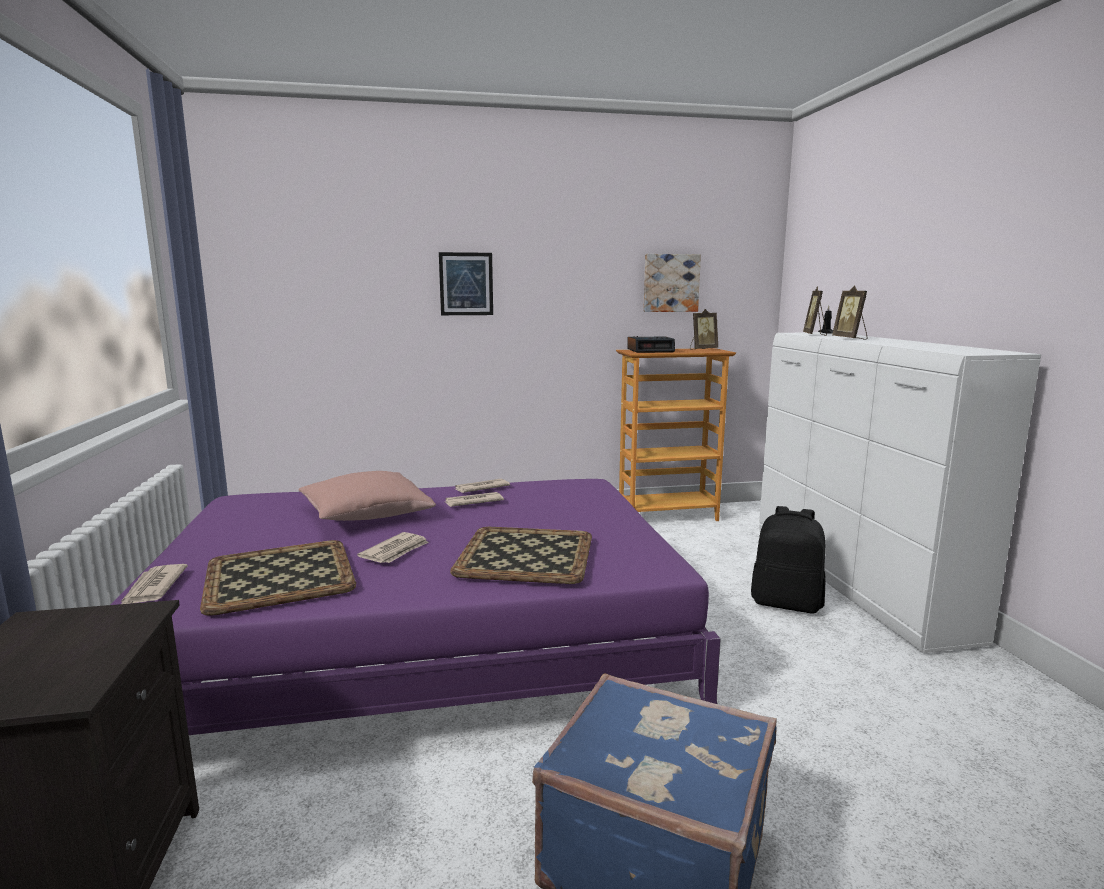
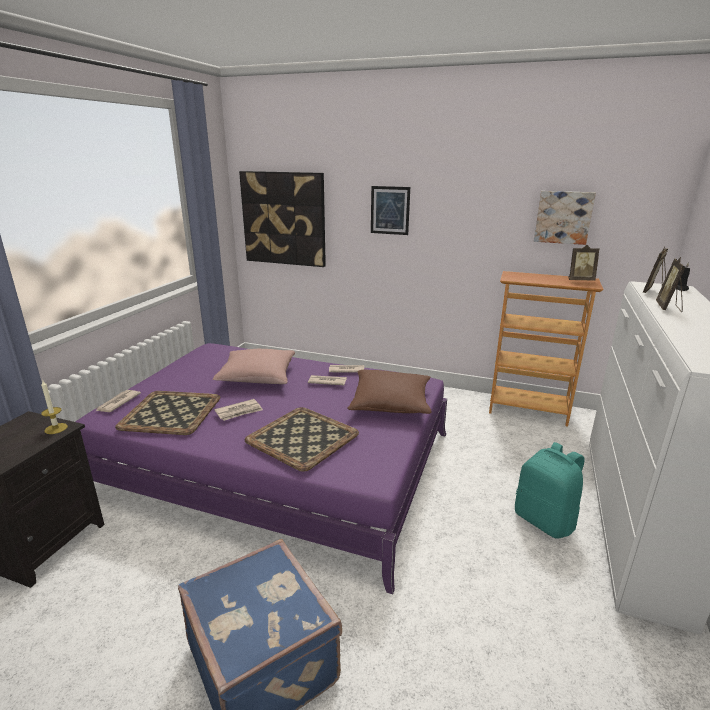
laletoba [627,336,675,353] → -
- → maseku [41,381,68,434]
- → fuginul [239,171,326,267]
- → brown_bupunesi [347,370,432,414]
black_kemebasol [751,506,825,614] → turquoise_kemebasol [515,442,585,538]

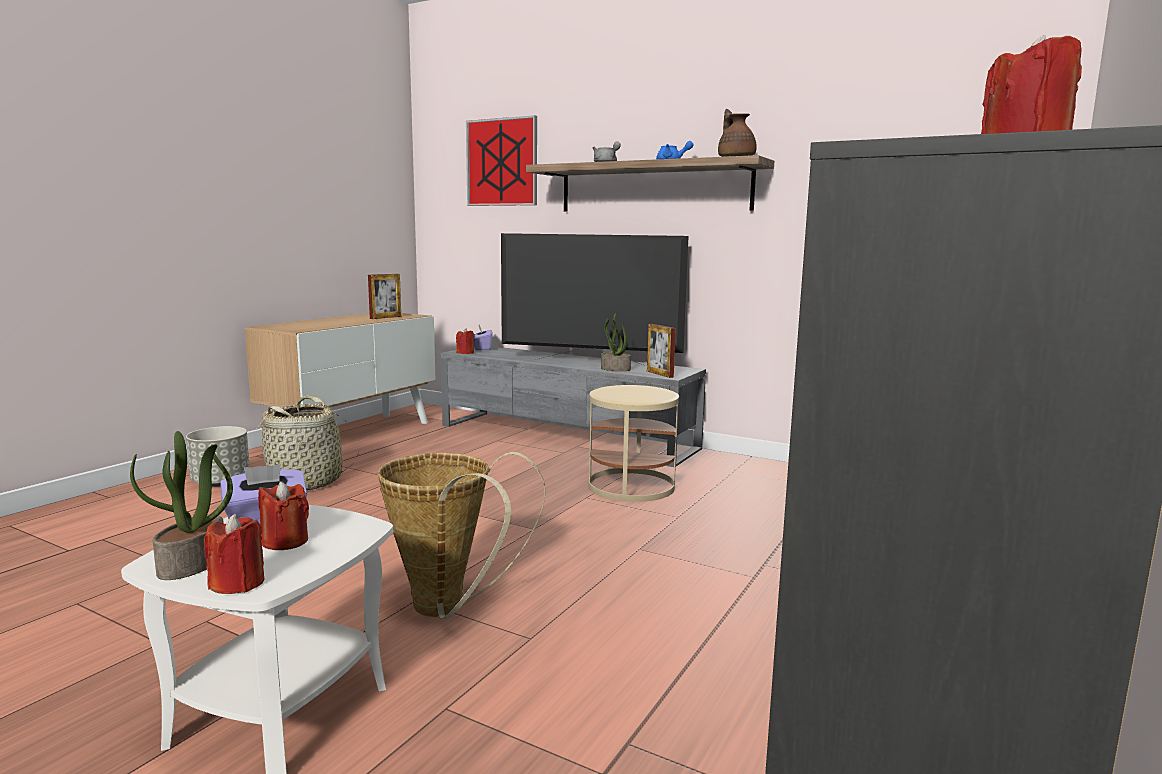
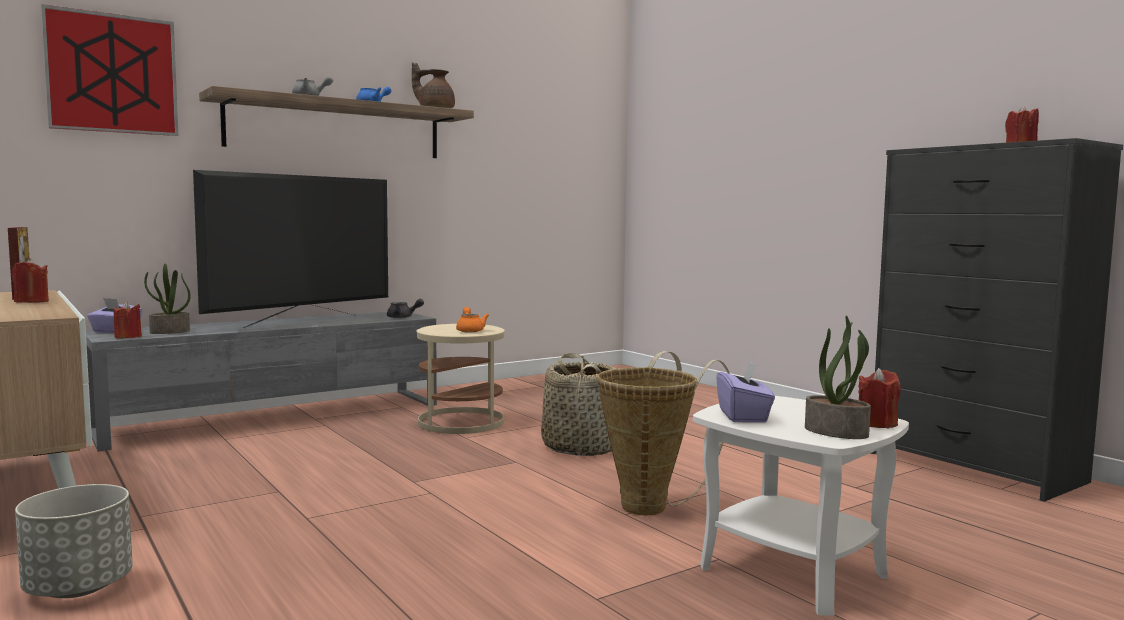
- → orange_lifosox [456,307,489,333]
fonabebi [256,395,359,490] → fonabebi [541,353,616,456], moved
red_maseku [258,481,309,550] → red_maseku [12,258,49,303], moved
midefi [601,313,631,371] → midefi [144,263,191,334], moved
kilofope [647,324,676,378] → grey_lifosox [387,299,424,319]

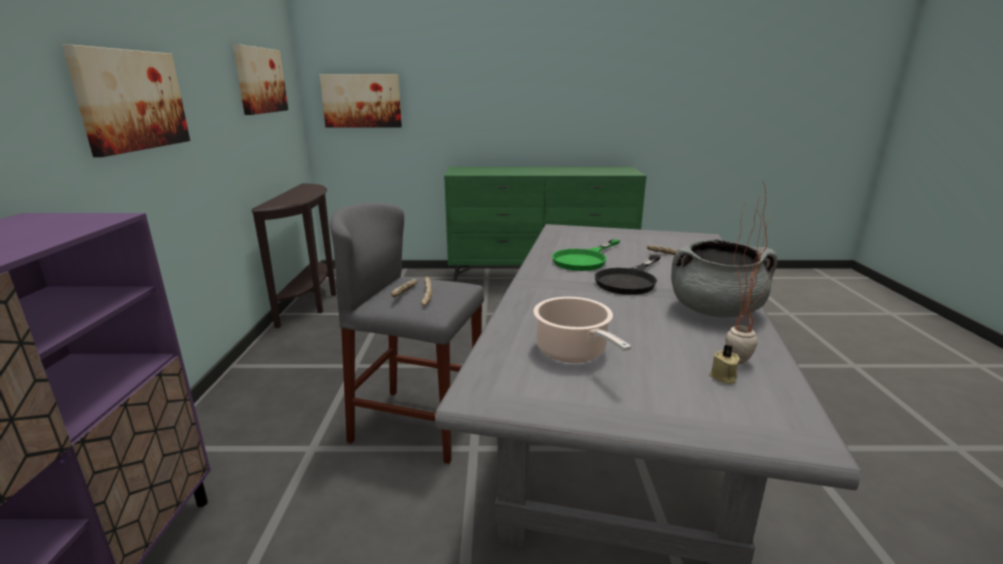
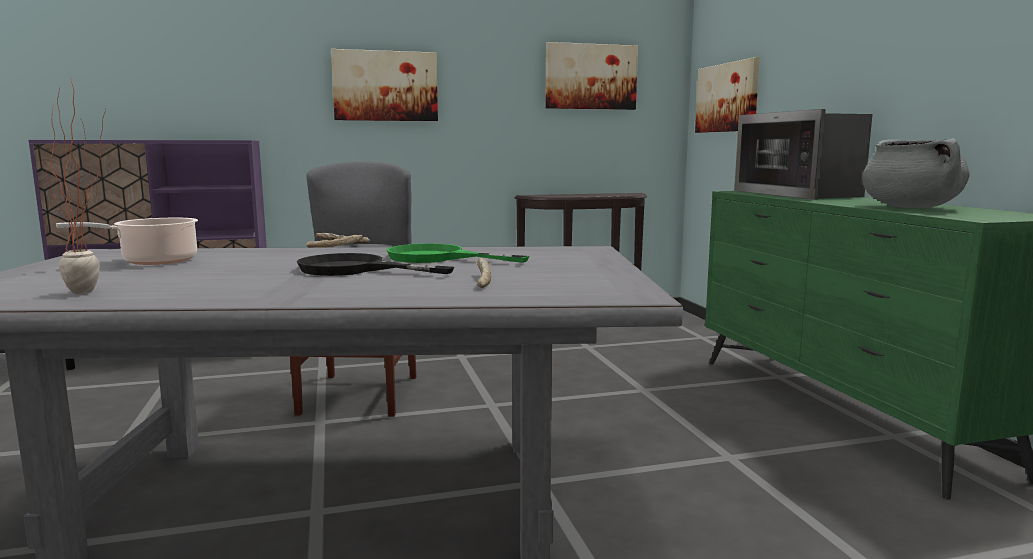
beige_maseku [709,345,740,384] → -
- → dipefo [734,109,872,200]
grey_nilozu [671,239,777,318] → grey_nilozu [862,138,970,208], moved

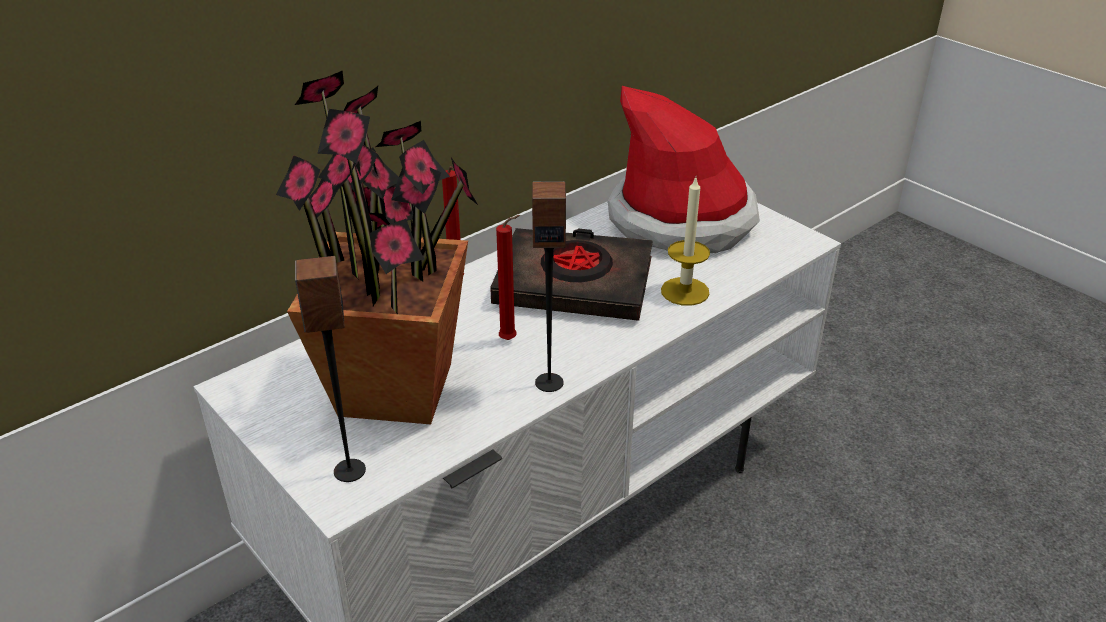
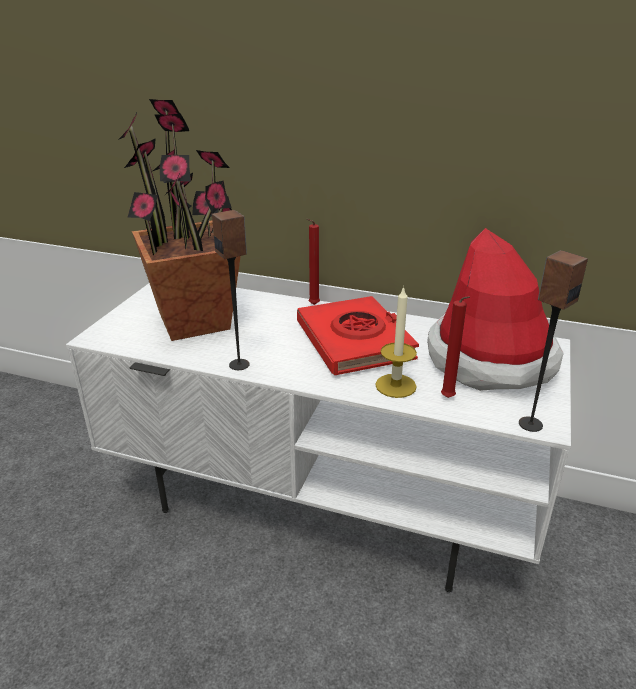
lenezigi [295,256,366,482] → lenezigi [519,250,588,432], moved
red_maseku [496,215,520,340] → red_maseku [441,296,470,398], moved
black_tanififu [490,228,652,321] → red_tanififu [297,296,419,375]

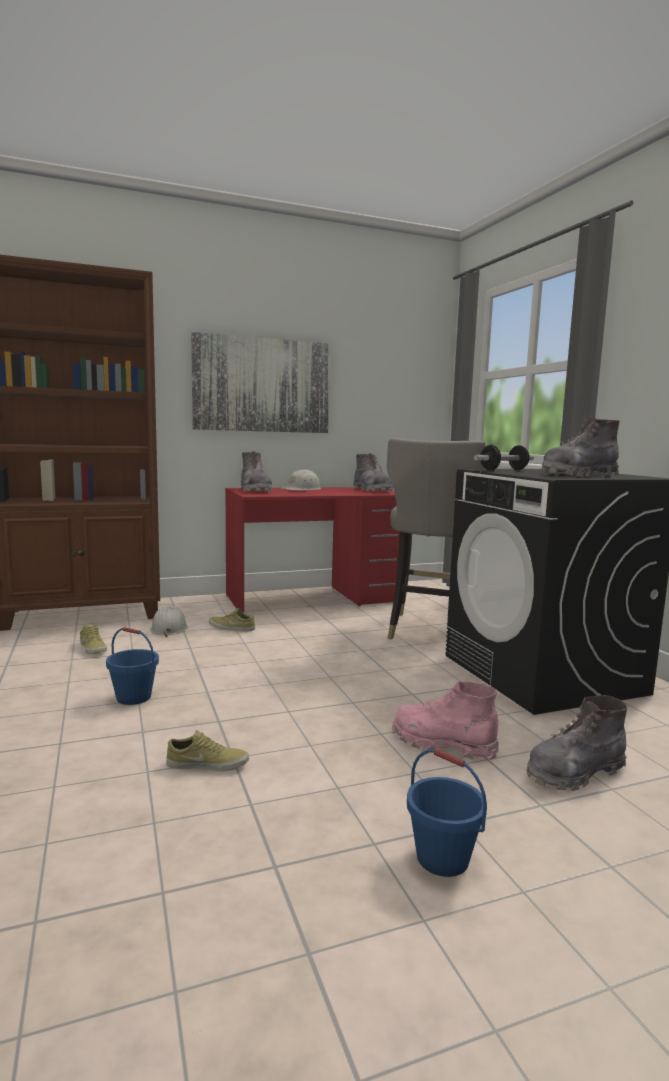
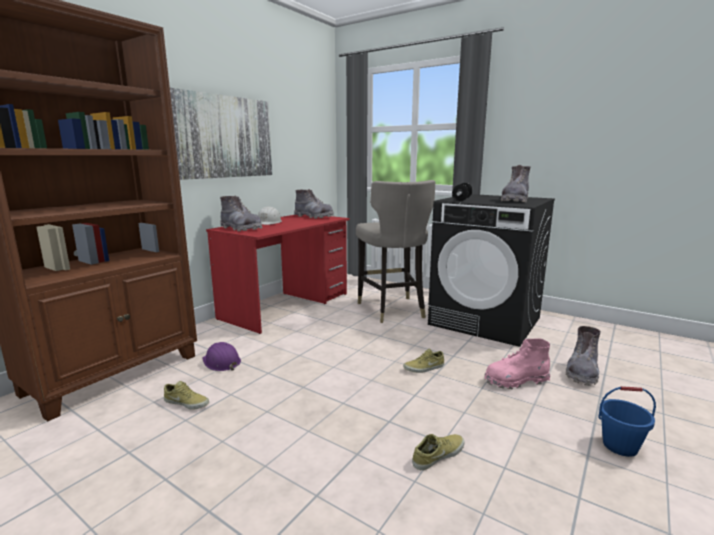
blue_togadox [106,627,159,705] → -
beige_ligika [209,608,255,631] → beige_ligika [403,348,444,373], moved
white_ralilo [150,606,188,637] → purple_ralilo [202,342,241,371]

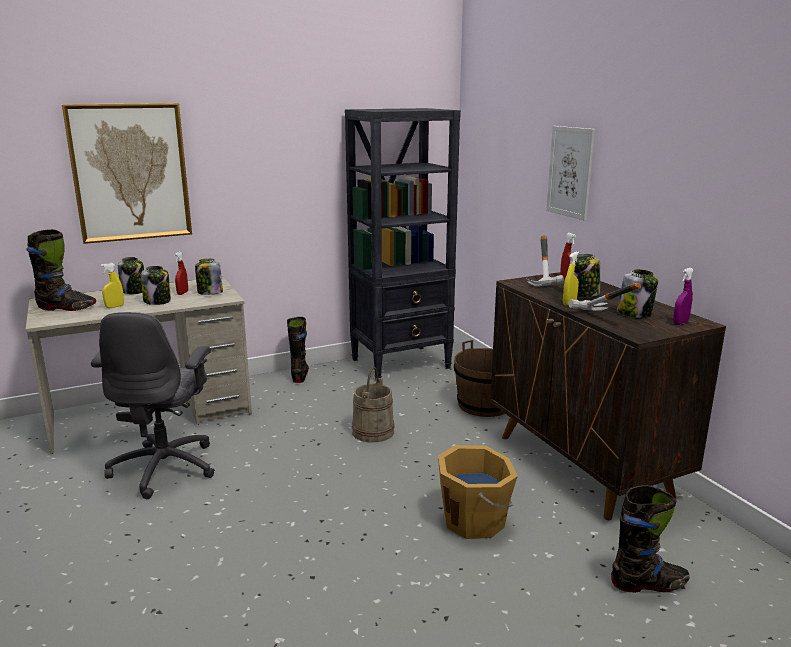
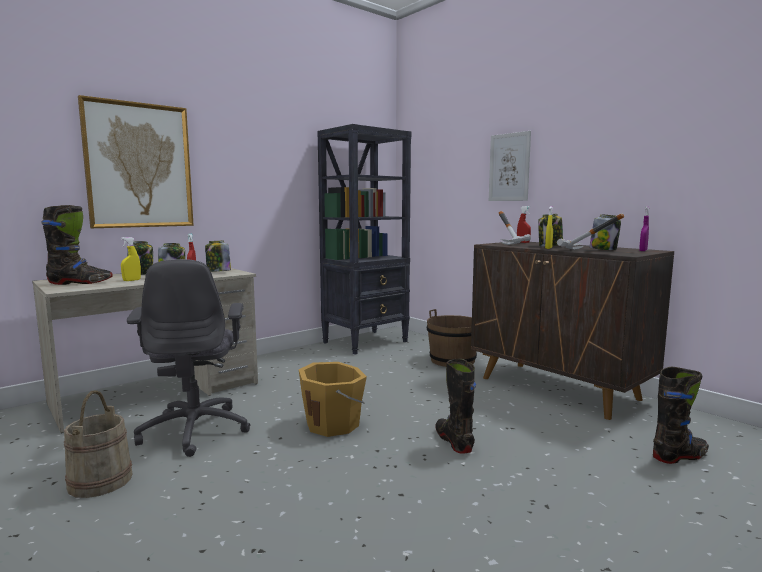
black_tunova [287,317,309,383] → black_tunova [435,358,476,454], moved
beige_togadox [352,367,395,443] → beige_togadox [64,390,133,498], moved
orange_togadox [438,445,518,539] → orange_togadox [299,362,367,437], moved

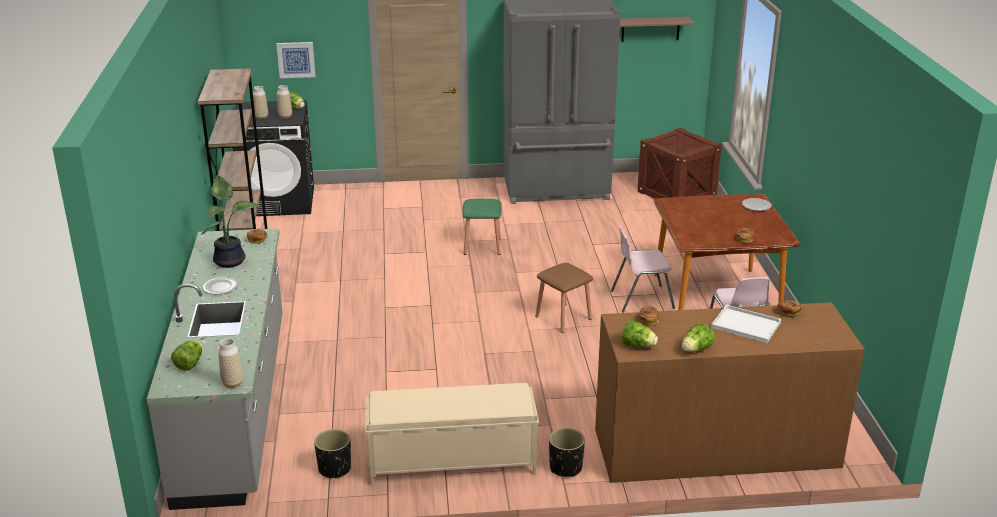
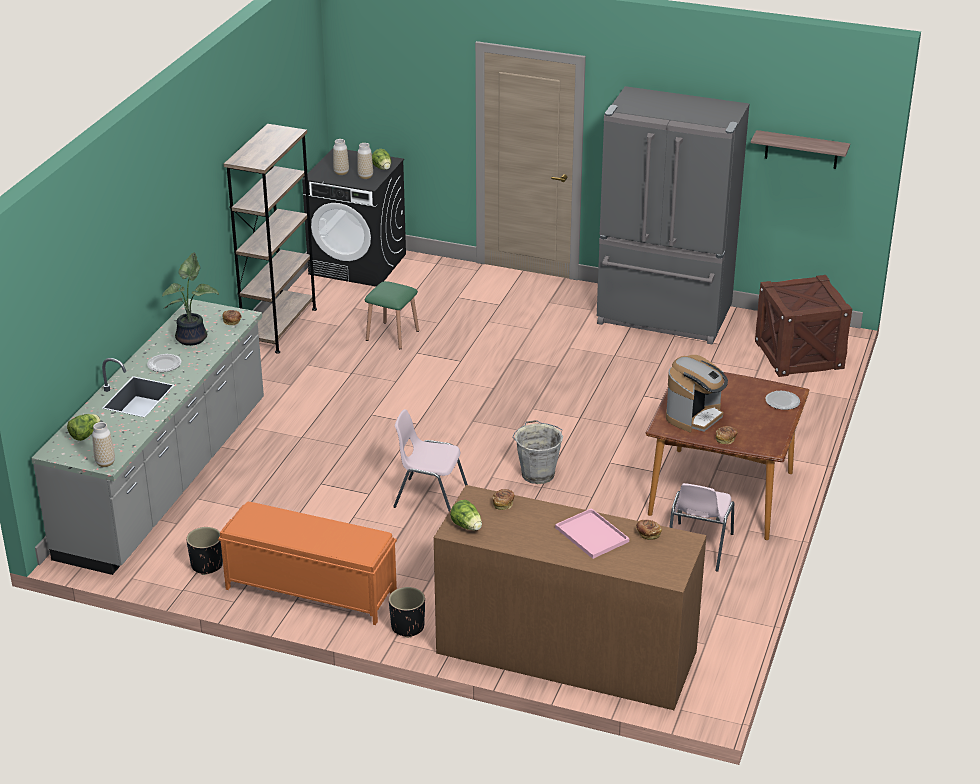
fuginul [276,42,316,78] → -
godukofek [682,324,715,352] → -
- → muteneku [666,355,728,432]
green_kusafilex [463,199,502,255] → green_kusafilex [365,281,419,349], moved
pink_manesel [611,225,675,313] → pink_manesel [393,409,468,511], moved
brown_kusafilex [535,263,593,333] → grey_togadox [512,420,563,484]
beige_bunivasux [365,383,539,485] → orange_bunivasux [218,502,397,625]
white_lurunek [711,305,781,343] → pink_lurunek [555,508,629,559]

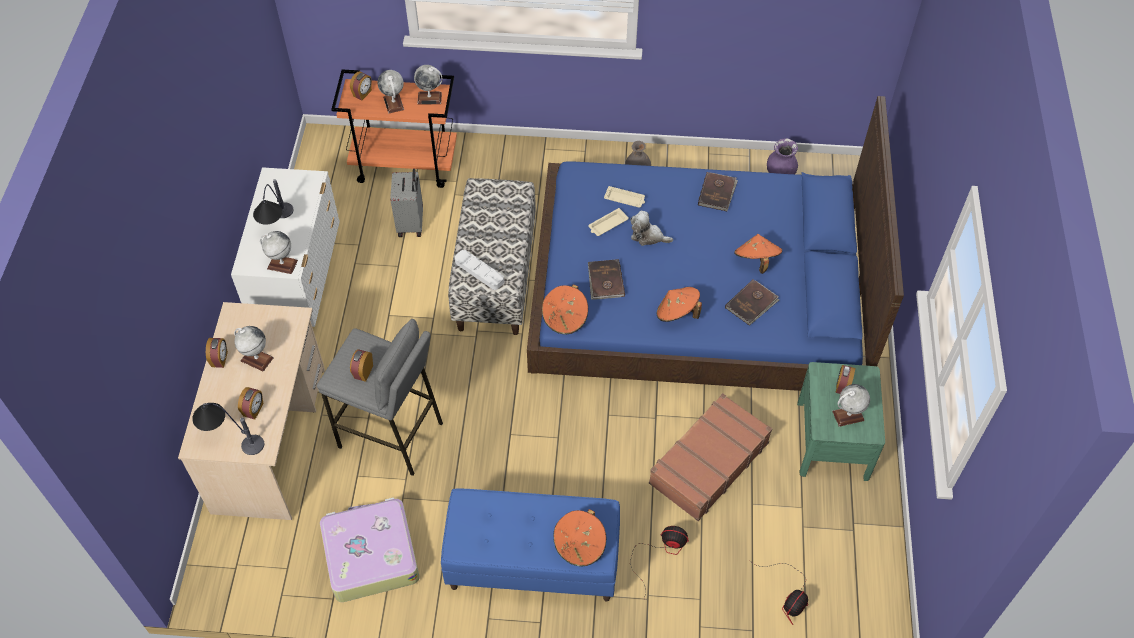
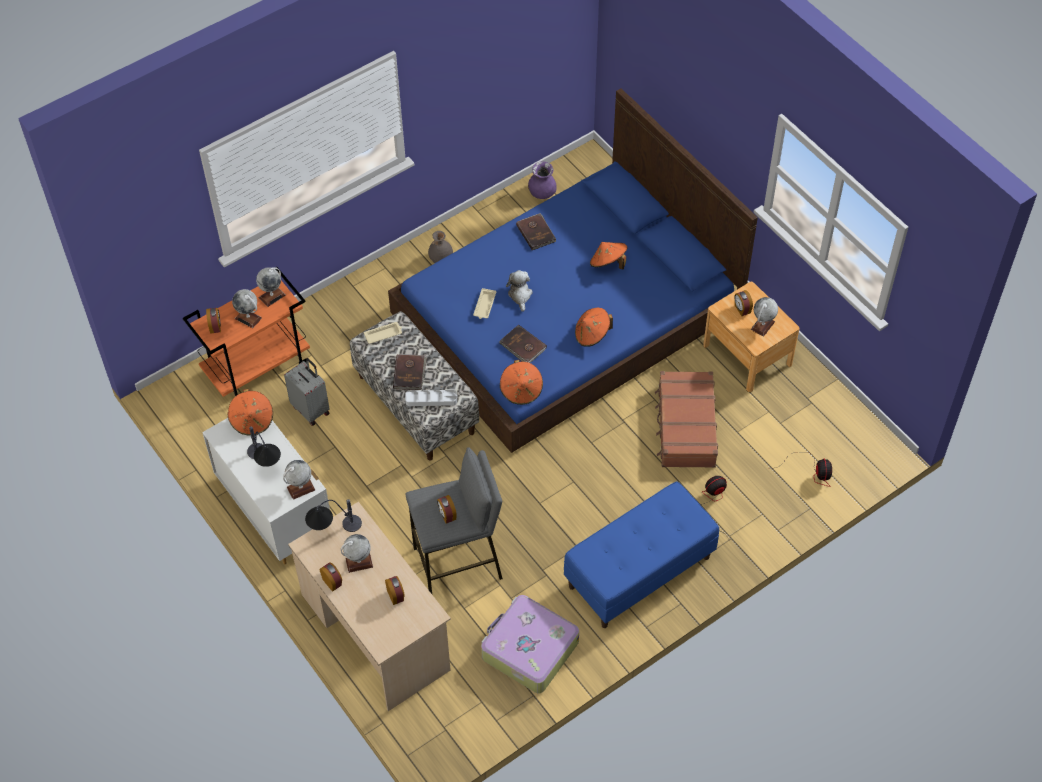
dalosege [192,403,264,455] → dalosege [305,499,362,532], moved
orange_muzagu [553,509,606,567] → orange_muzagu [228,389,273,436], moved
beige_lurunek [604,186,645,208] → beige_lurunek [364,322,402,344], moved
brown_tanififu [725,280,779,326] → brown_tanififu [393,354,427,390], moved
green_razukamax [797,362,885,481] → brown_razukamax [703,282,800,392]
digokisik [631,211,673,246] → digokisik [506,270,533,312], 105 degrees clockwise

